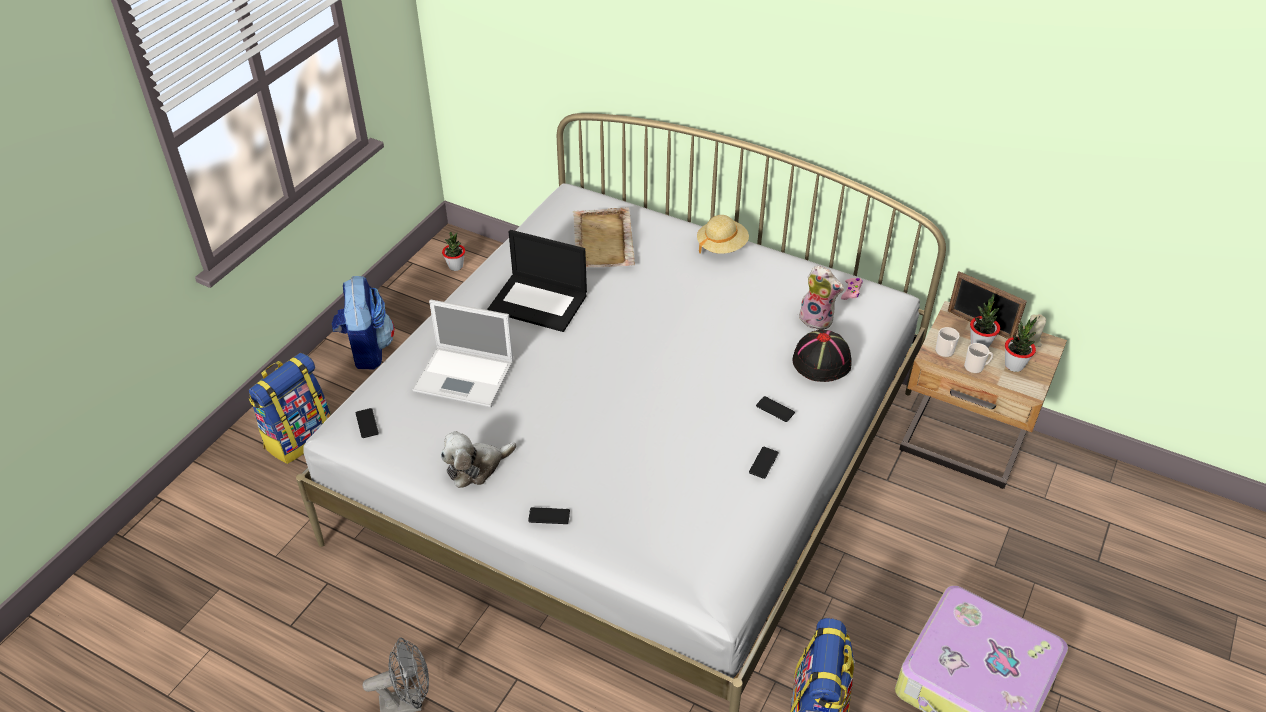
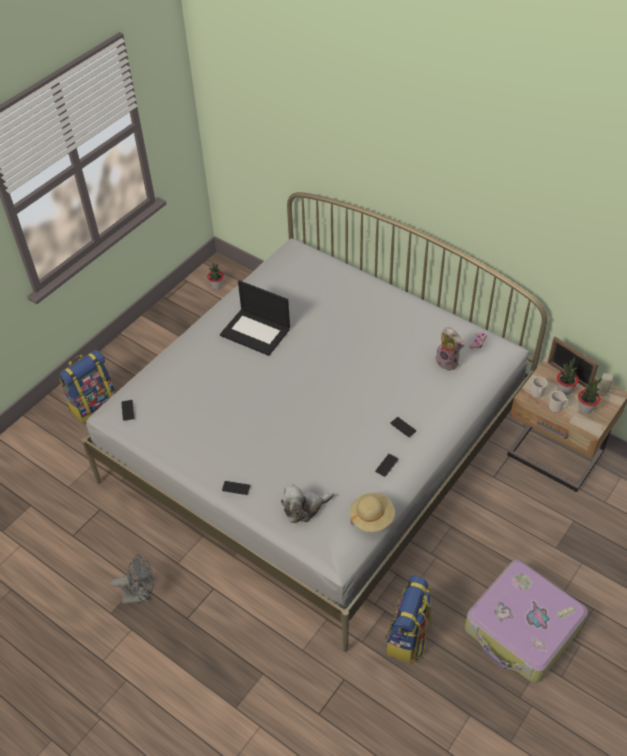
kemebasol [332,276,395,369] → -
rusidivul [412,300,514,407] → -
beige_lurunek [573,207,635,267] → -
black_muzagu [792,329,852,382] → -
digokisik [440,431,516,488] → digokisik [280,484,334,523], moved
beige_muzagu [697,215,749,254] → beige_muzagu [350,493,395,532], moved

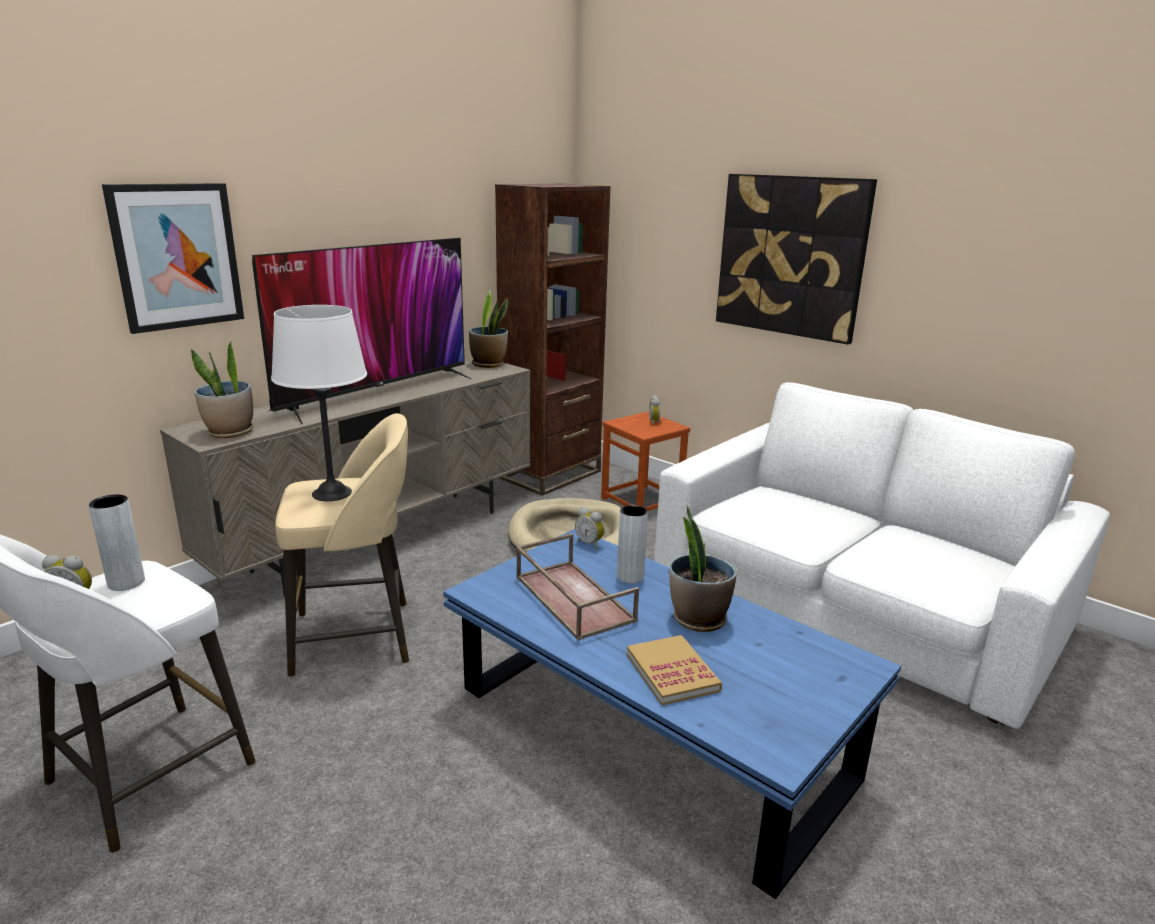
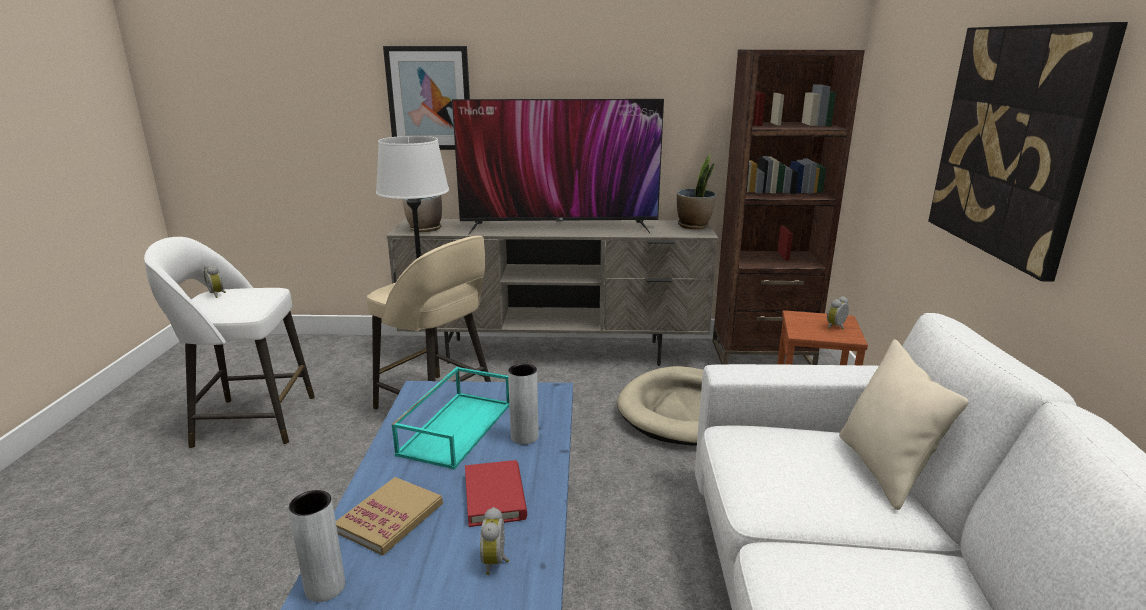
- → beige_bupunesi [839,339,969,510]
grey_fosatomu [89,494,145,591] → grey_fosatomu [288,490,345,602], moved
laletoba [575,507,605,549] → laletoba [480,507,509,575], moved
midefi [669,506,737,632] → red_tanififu [465,460,527,527]
brown_lurunek [516,533,639,641] → turquoise_lurunek [391,367,509,470]

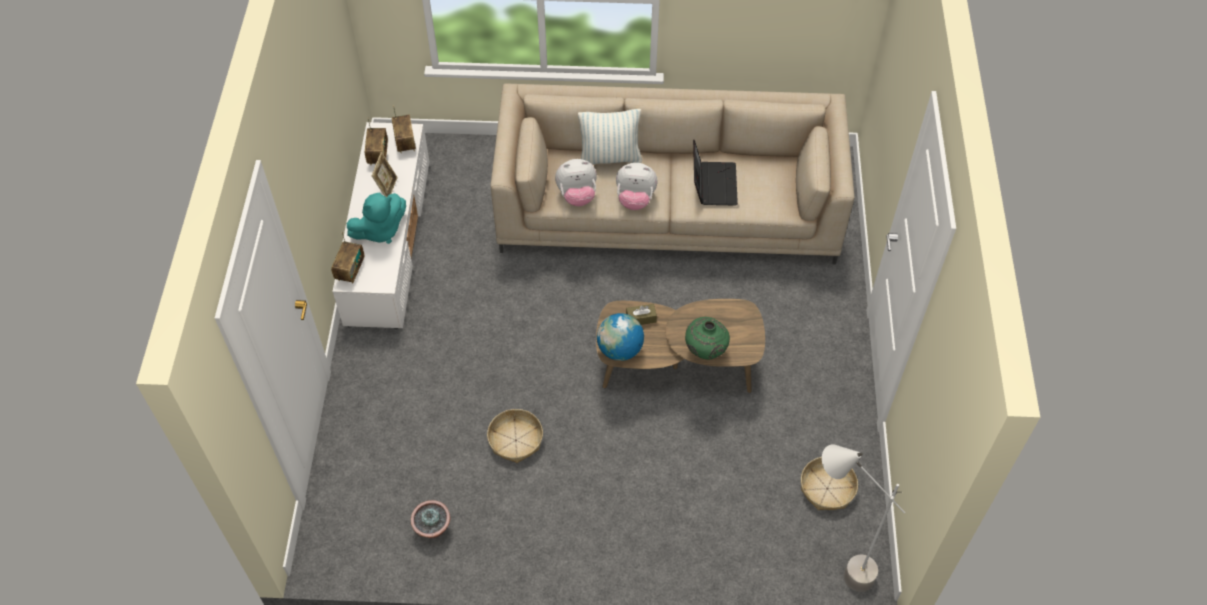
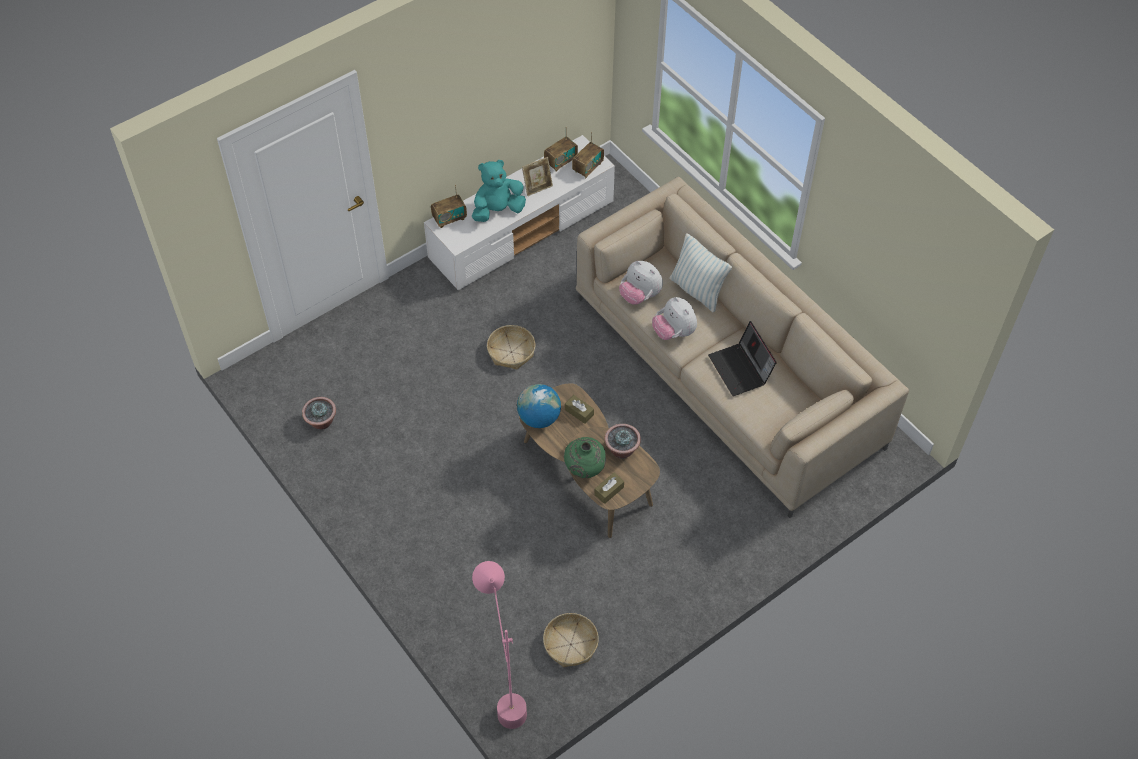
- → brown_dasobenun [594,473,624,504]
- → midefi [604,424,641,459]
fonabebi [487,409,543,463] → fonabebi [487,325,535,370], moved
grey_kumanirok [822,444,905,592] → pink_kumanirok [472,561,527,729]
turquoise_digokisik [347,193,406,244] → turquoise_digokisik [472,160,526,222], 135 degrees clockwise
rusidivul [693,139,738,205] → rusidivul [708,321,777,396], 105 degrees clockwise

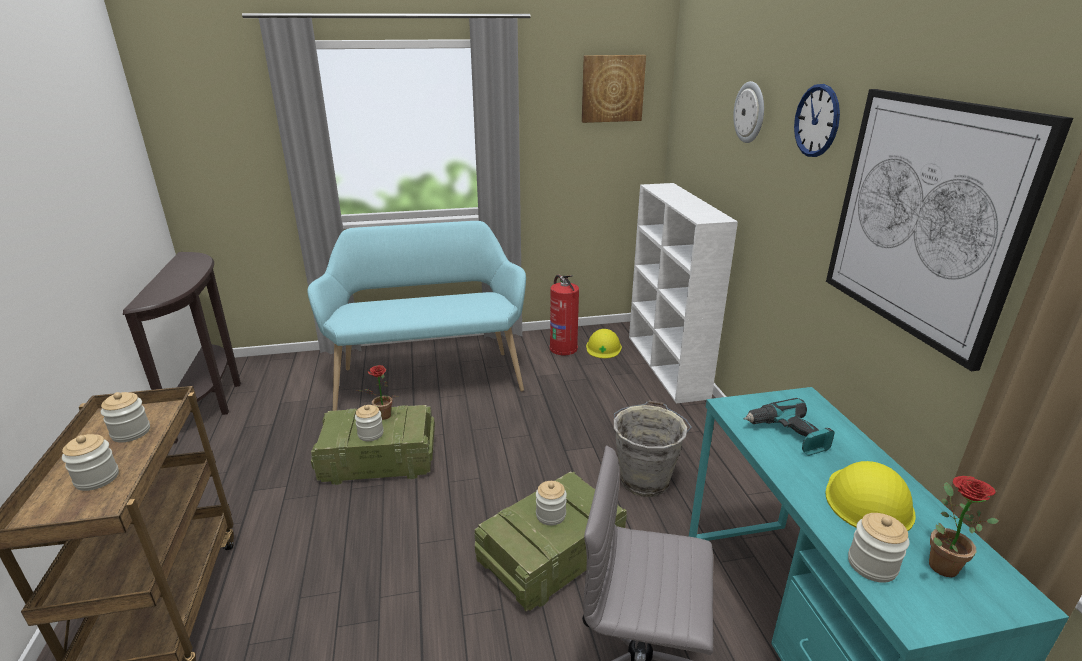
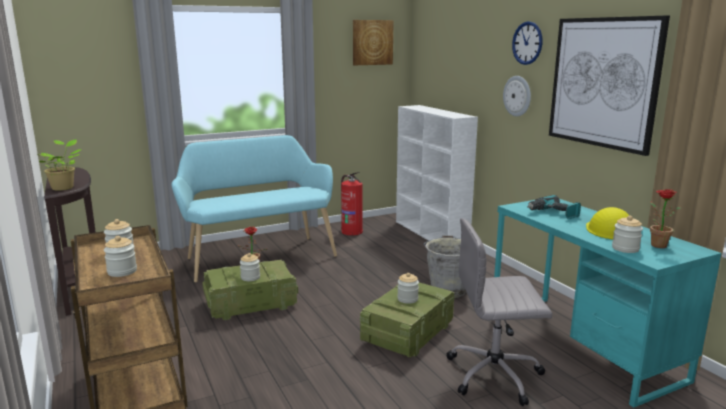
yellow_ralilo [586,329,622,358] → -
- → midefi [36,139,82,191]
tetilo [733,81,764,143] → tetilo [503,76,531,117], moved

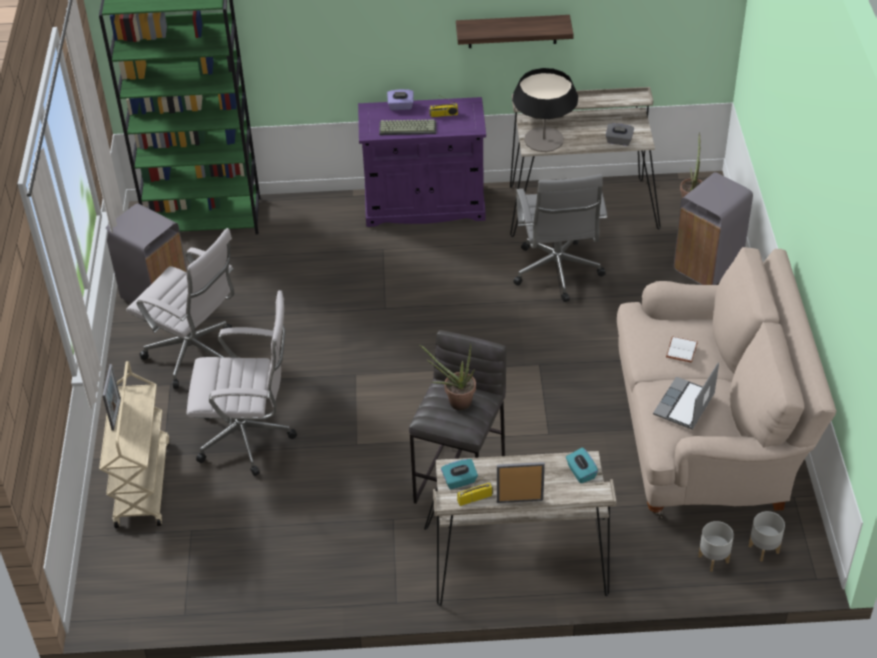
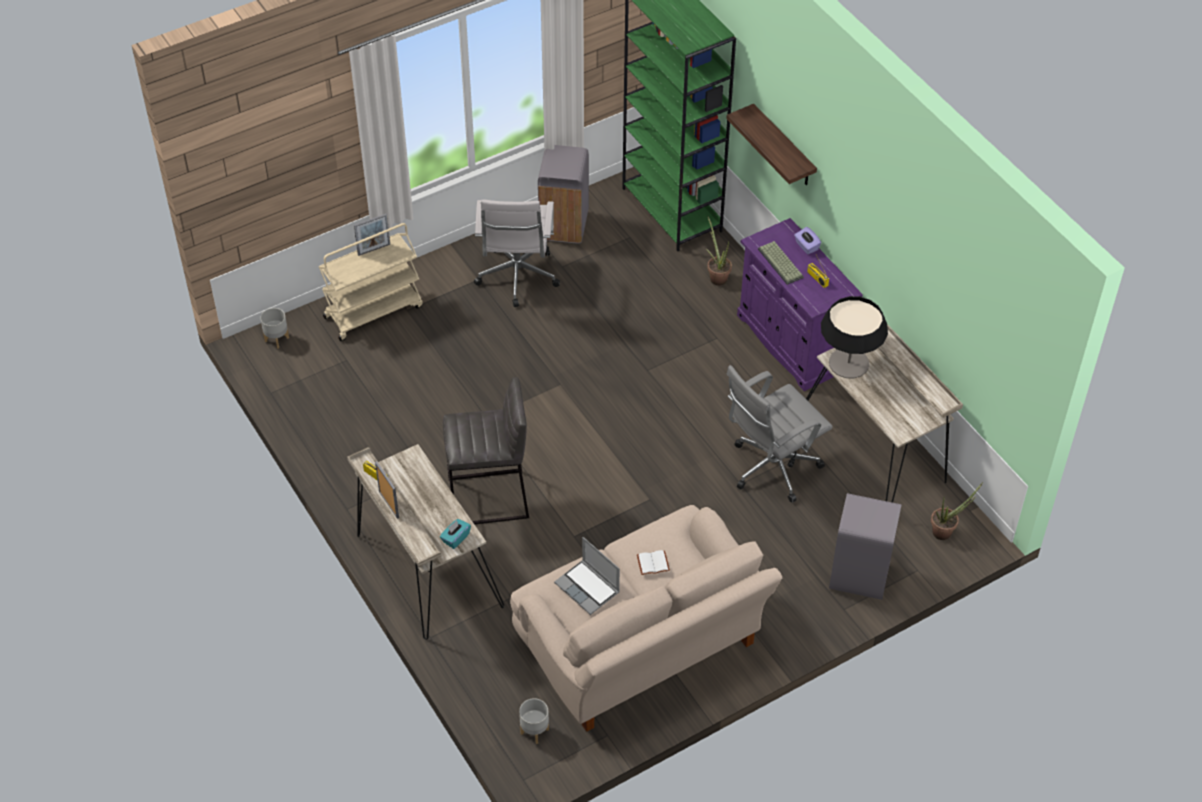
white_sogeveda [187,290,297,476] → -
turquoise_dasobenun [441,459,478,489] → -
grey_dasobenun [606,123,634,146] → -
midefi [419,343,476,410] → midefi [706,217,732,286], moved
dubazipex [456,15,574,48] → dubazipex [727,104,817,185], moved
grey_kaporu [698,521,734,572] → grey_kaporu [260,308,289,349], moved
rusidivul [653,362,719,430] → rusidivul [554,537,620,615], 135 degrees counterclockwise

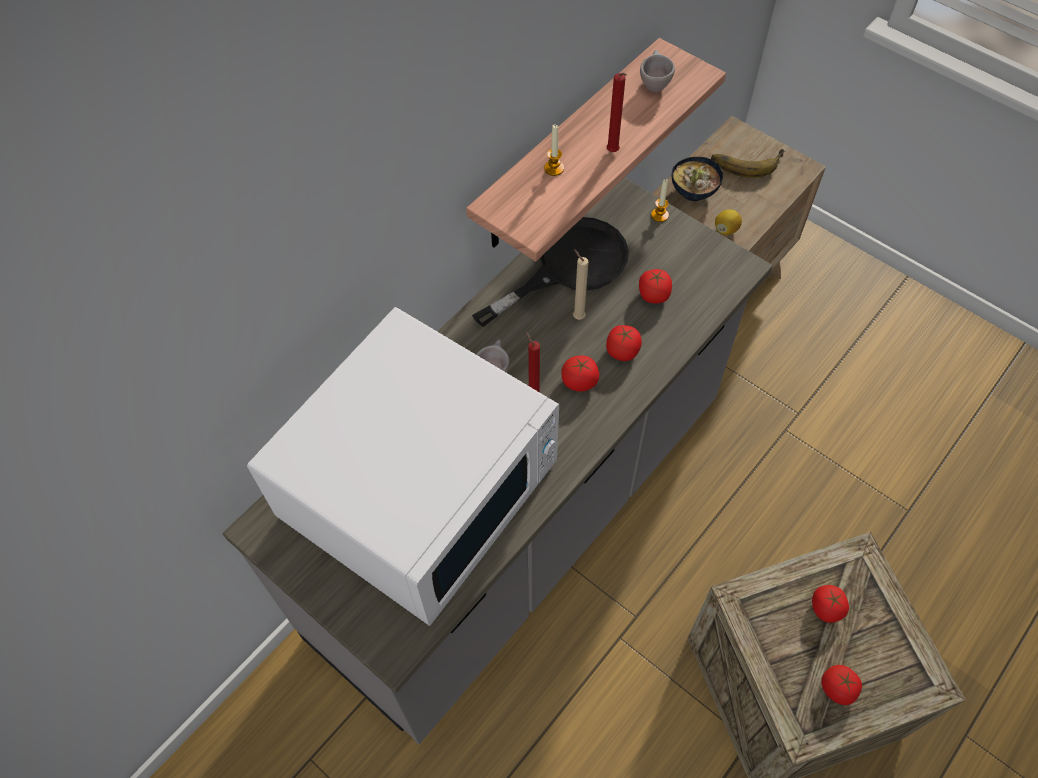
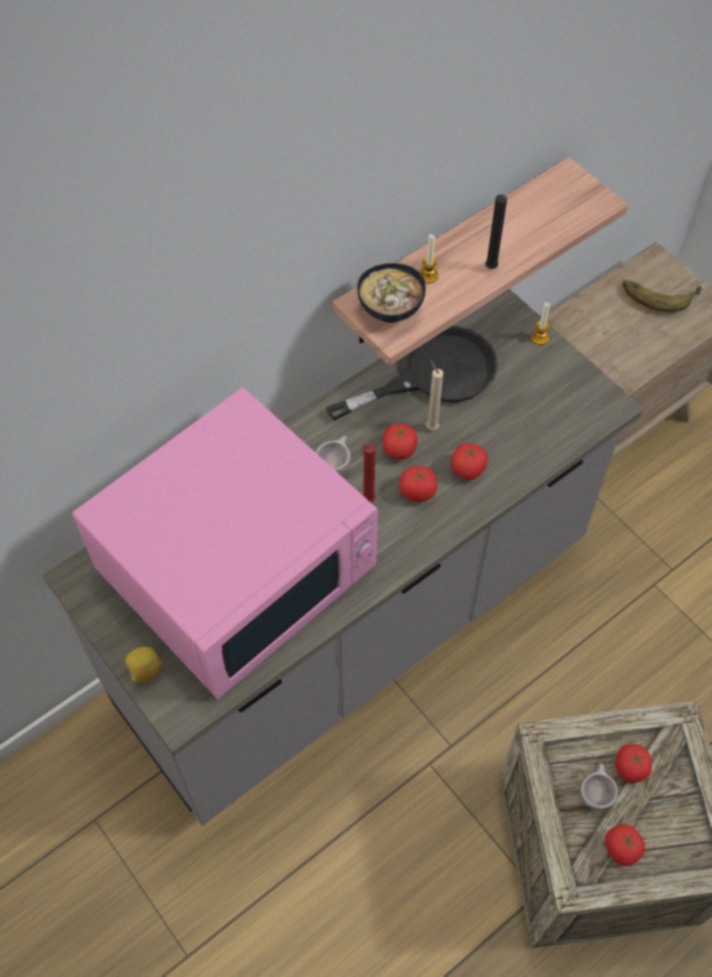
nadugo [639,269,672,304] → nadugo [382,424,418,460], moved
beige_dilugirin [640,50,675,92] → beige_dilugirin [580,763,618,810], moved
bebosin [672,157,723,201] → bebosin [357,263,426,323], moved
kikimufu [715,210,742,235] → kikimufu [125,647,163,683], moved
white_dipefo [247,307,559,626] → pink_dipefo [72,387,378,699]
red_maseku [607,73,627,152] → black_maseku [485,194,507,269]

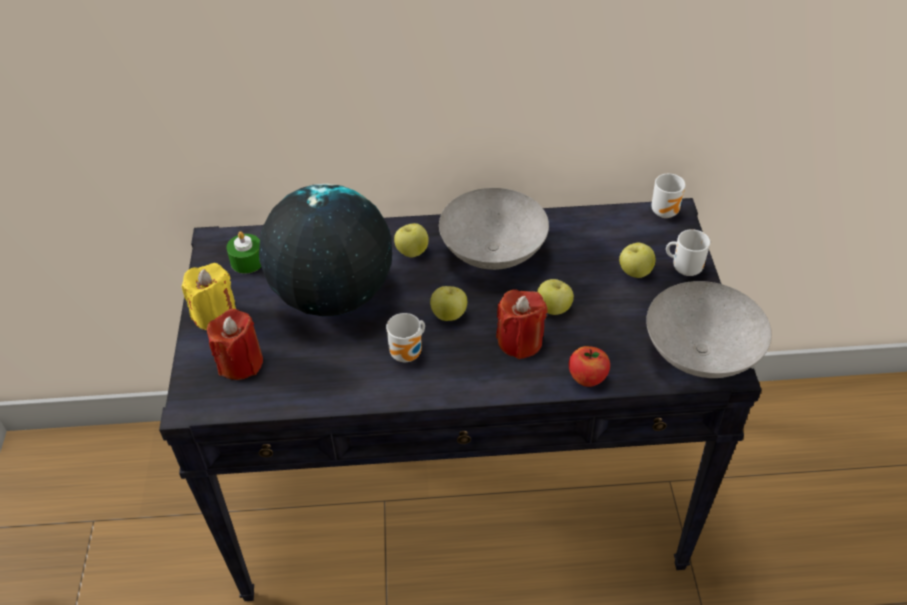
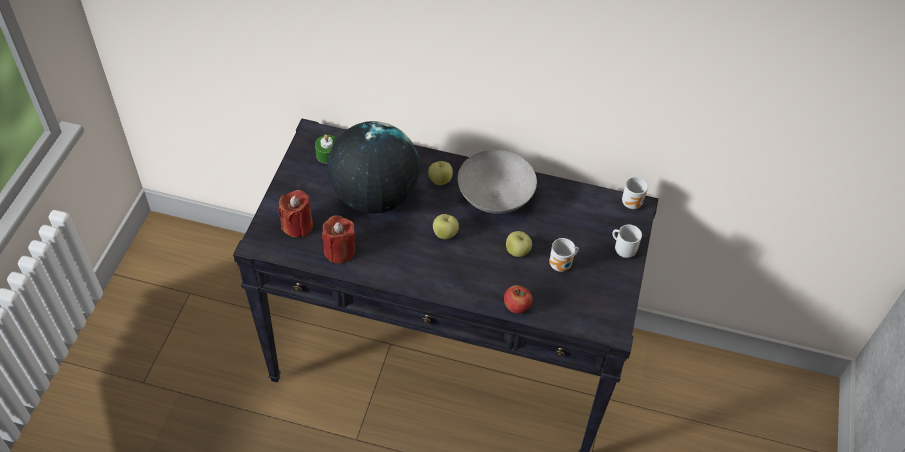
yellow_maseku [181,263,236,330] → -
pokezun [619,243,656,278] → -
grey_bebosin [646,281,771,378] → -
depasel [386,313,425,362] → depasel [550,238,579,272], moved
red_maseku [496,289,548,359] → red_maseku [322,215,355,263], moved

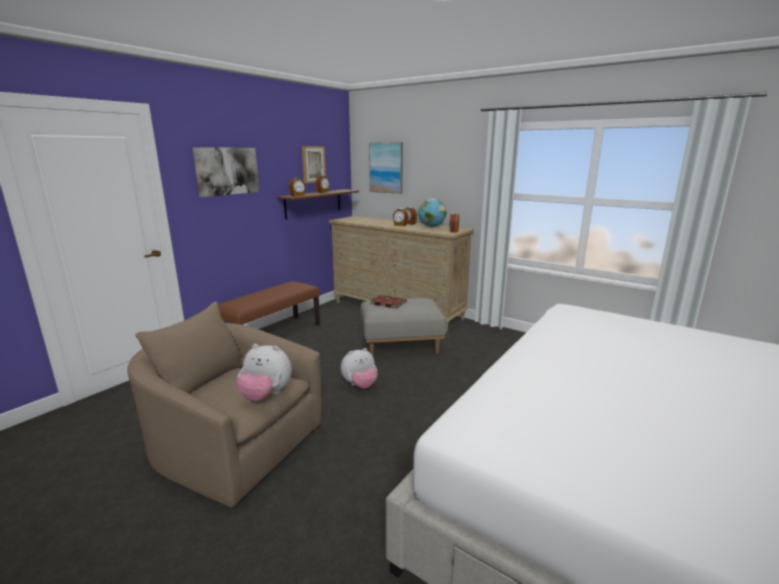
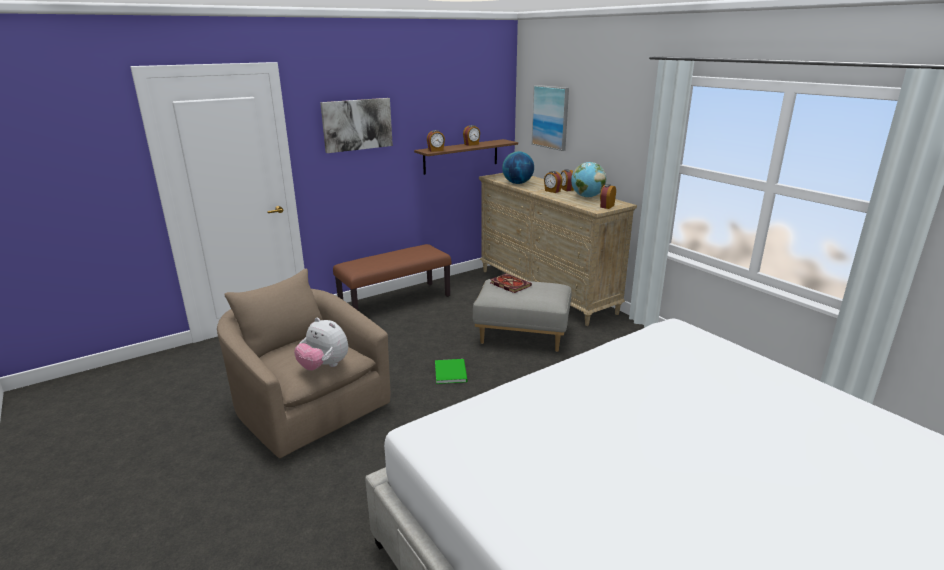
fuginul [302,146,326,183] → -
- → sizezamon [502,151,534,184]
digokisik [341,348,378,389] → green_tanififu [435,359,467,384]

